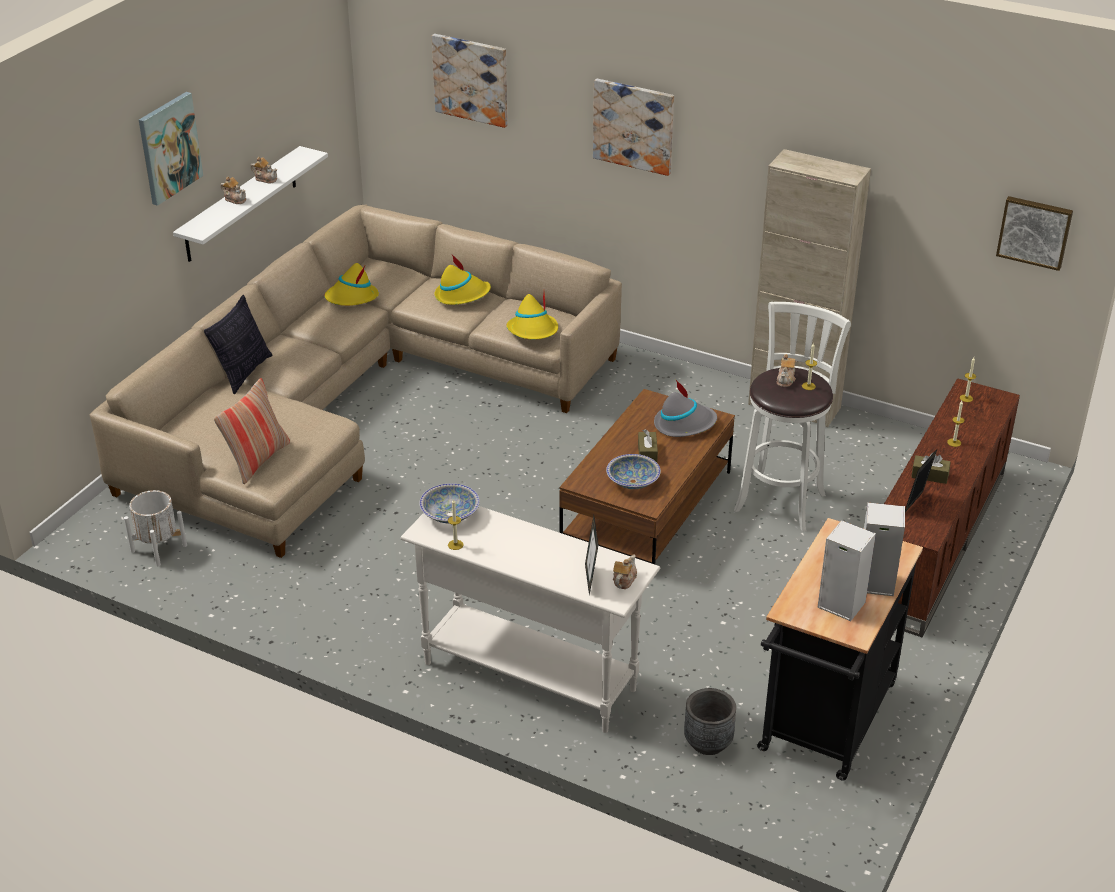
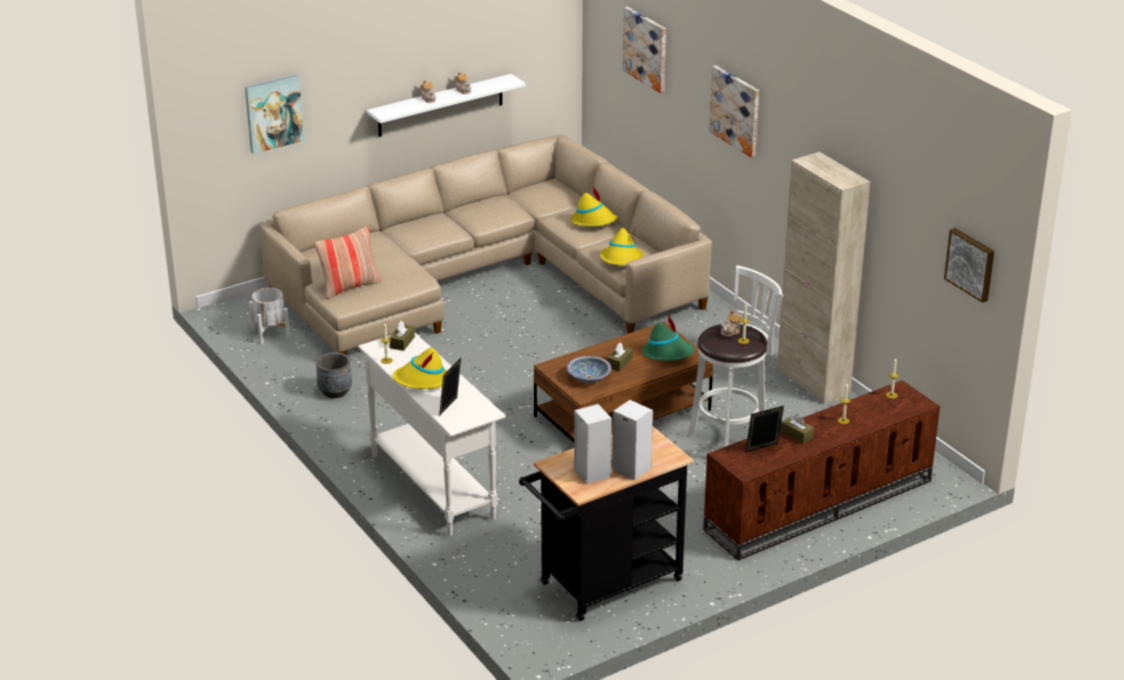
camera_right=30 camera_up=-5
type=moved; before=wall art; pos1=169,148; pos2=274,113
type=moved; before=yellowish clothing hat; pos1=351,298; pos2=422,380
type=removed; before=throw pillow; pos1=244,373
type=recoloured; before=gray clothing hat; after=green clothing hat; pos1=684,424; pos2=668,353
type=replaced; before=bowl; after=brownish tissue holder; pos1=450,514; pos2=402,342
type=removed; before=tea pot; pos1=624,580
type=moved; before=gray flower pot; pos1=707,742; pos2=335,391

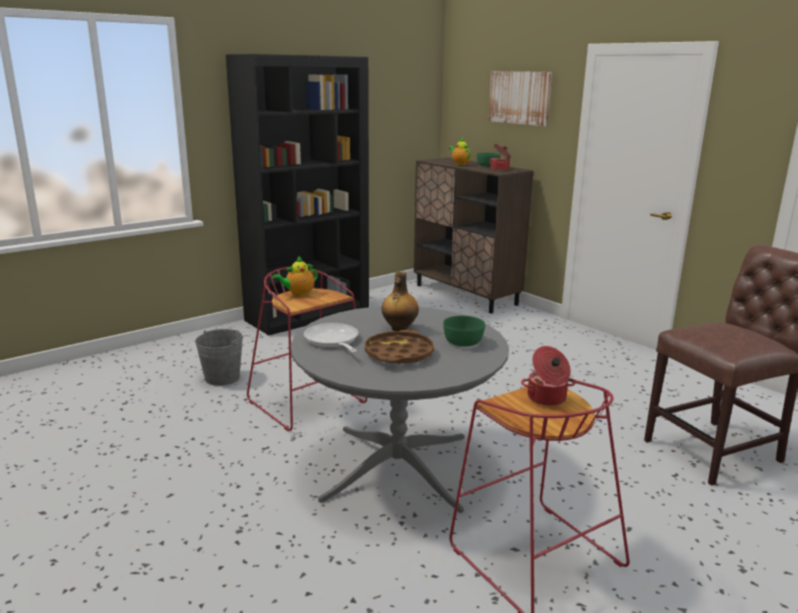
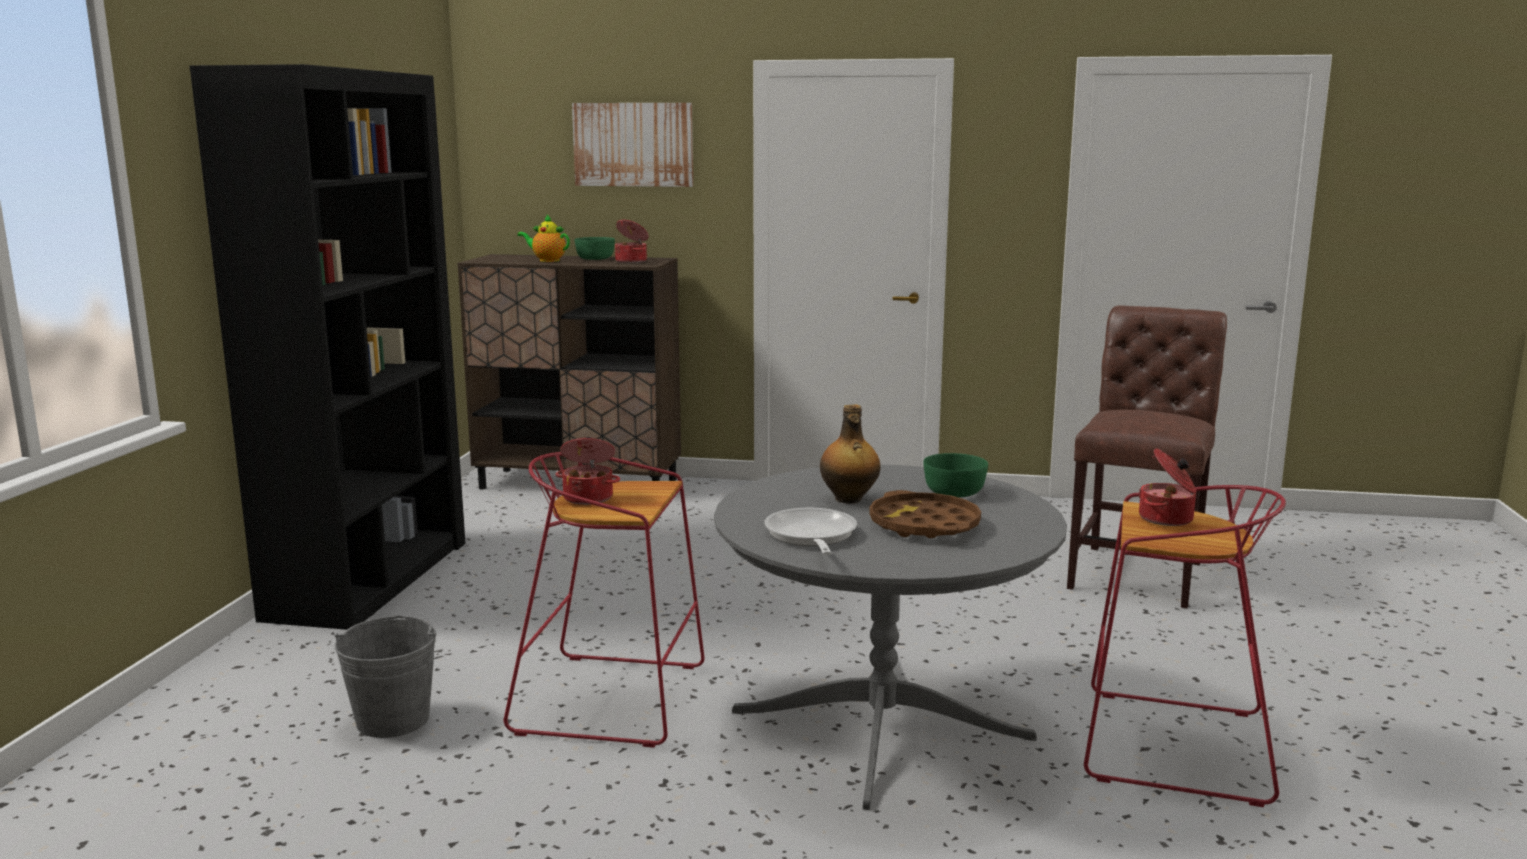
camera_right=-40 camera_up=-5
type=replaced; before=tea pot; after=stockpot; pos1=298,293; pos2=589,497
type=turned; before=skillet; pos1=332,341; pos2=810,537; turn=60

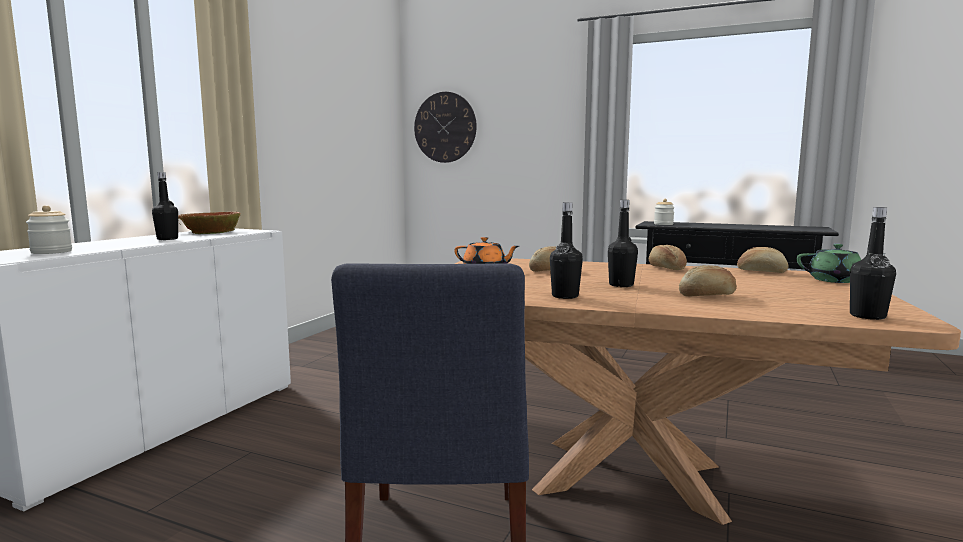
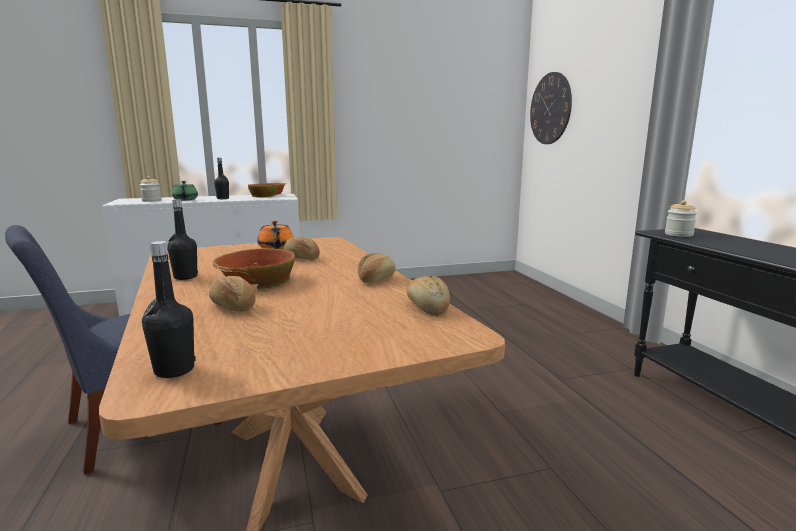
camera_right=50 camera_up=5
type=replaced; before=blackish beverage bottle; after=bowl; pos1=621,285; pos2=256,281
type=moved; before=green tea pot; pos1=836,280; pos2=185,199

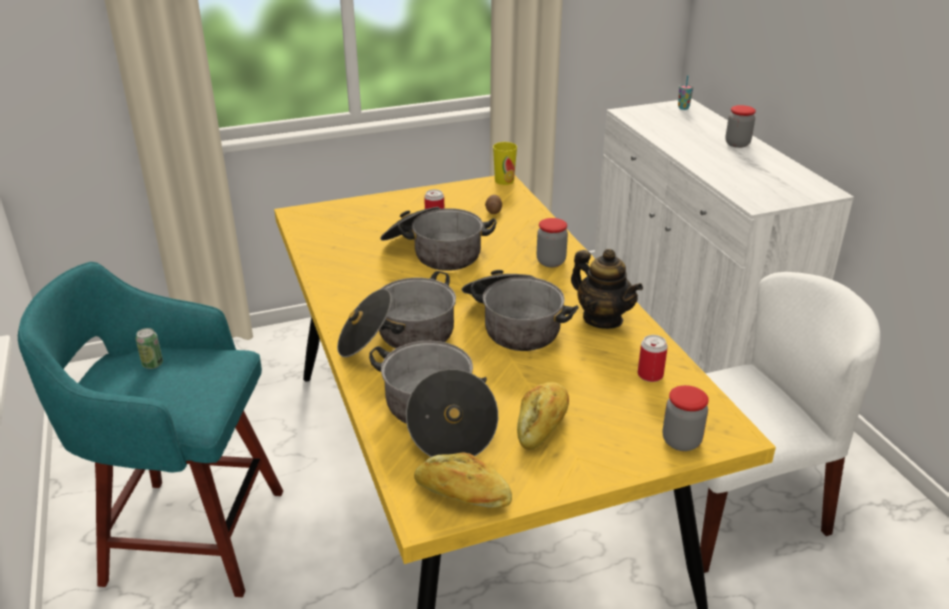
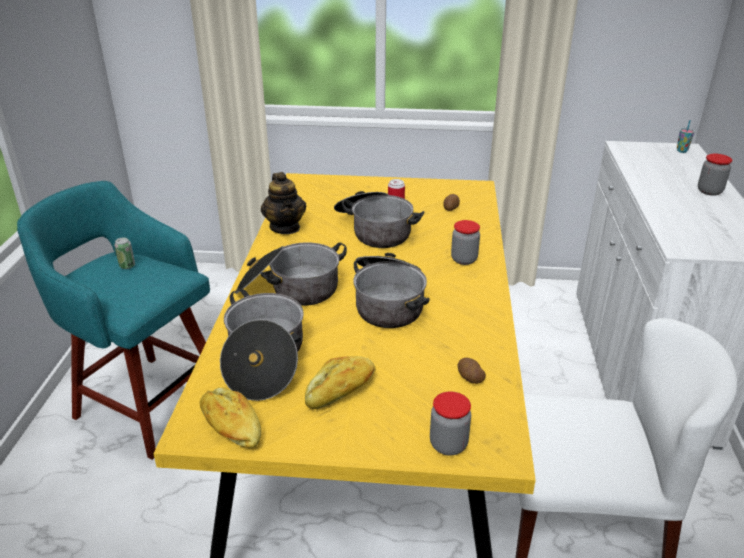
camera_right=25 camera_up=0
type=removed; before=small cup; pos1=504,180
type=moved; before=tea pot; pos1=602,319; pos2=285,227
type=replaced; before=metal can; after=spud; pos1=650,375; pos2=469,378

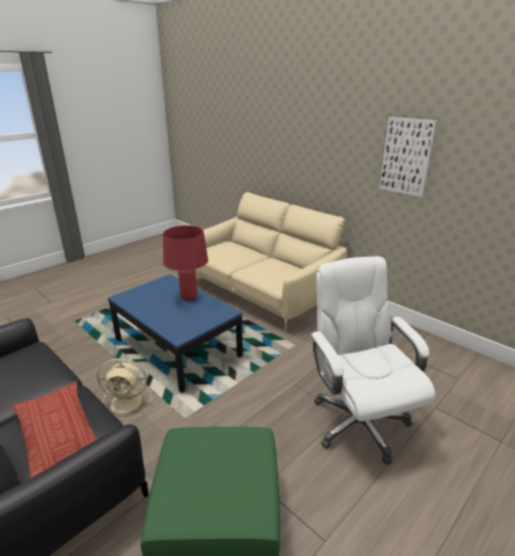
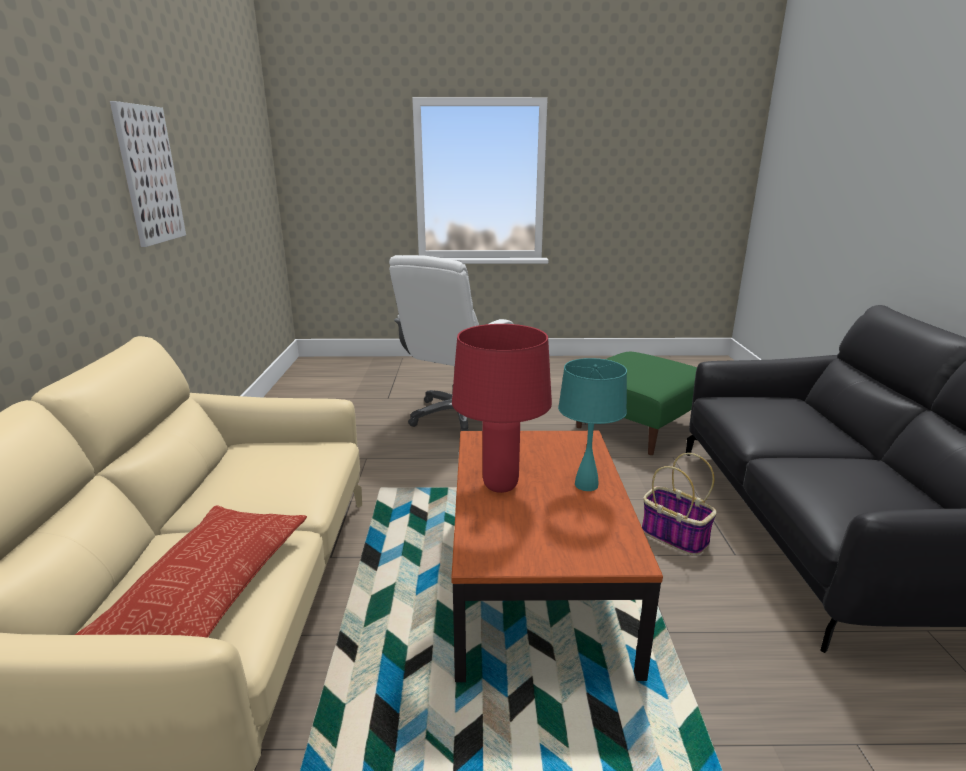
camera_right=-135 camera_up=-5
type=recoloured; before=blue low table; after=brownish low table; pos1=178,347; pos2=536,580
type=replaced; before=beige-coloured electric fan; after=storage basket; pos1=128,402; pos2=673,536
type=moved; before=throw pillow; pos1=58,434; pos2=207,586
type=added; after=turquoise-coloured tabletop lamp; pos2=587,485

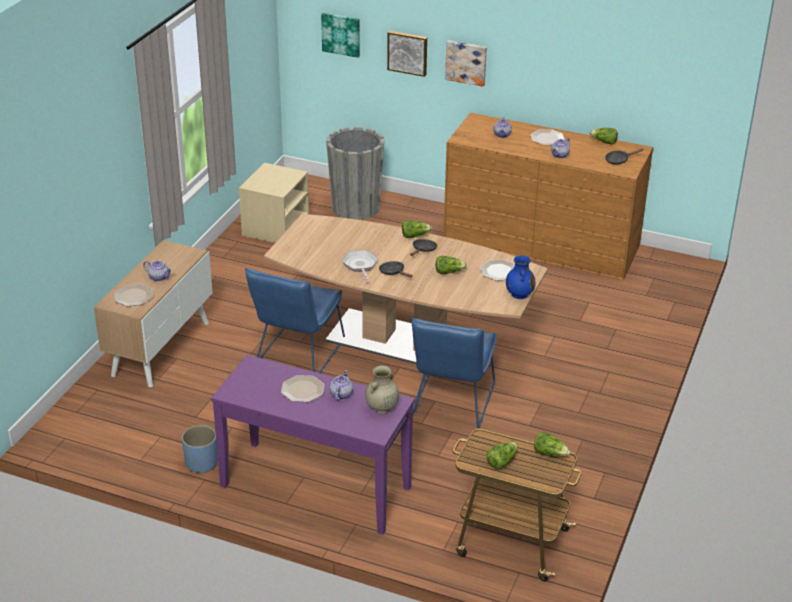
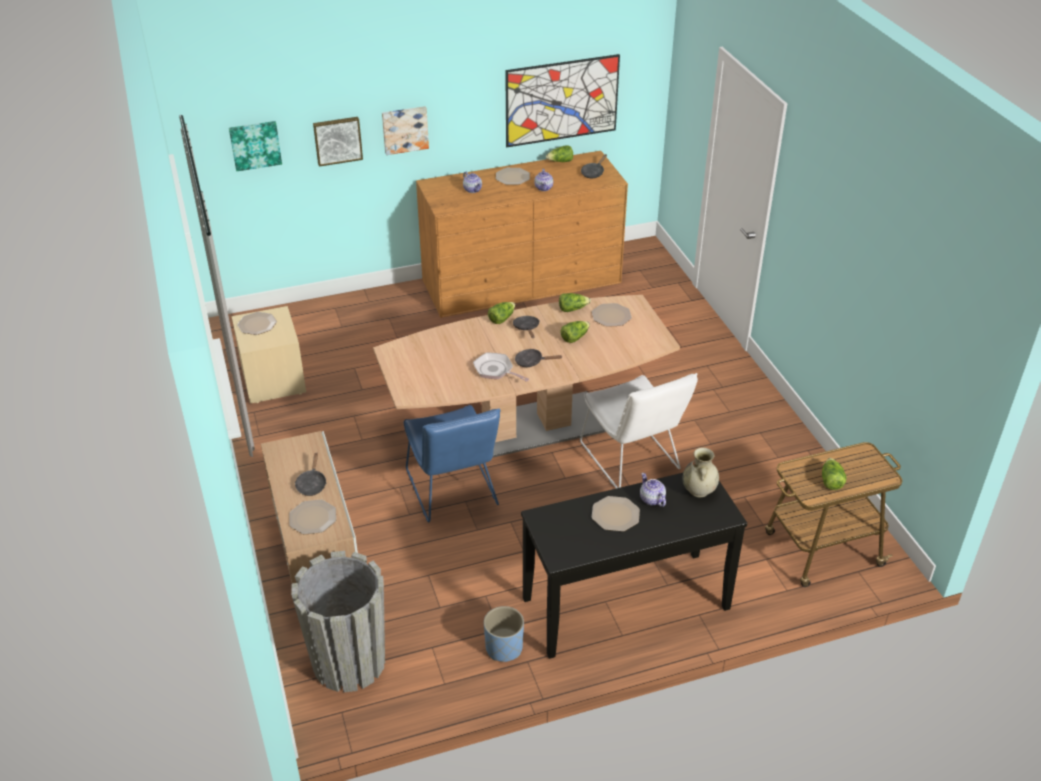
camera_right=-40 camera_up=5
type=moved; before=gray flower pot; pos1=355,208; pos2=349,662
type=removed; before=blue decorative vase; pos1=519,294
type=replaced; before=tea pot; after=blackish skillet; pos1=159,277; pos2=311,484
type=recoloured; before=blue upright chair; after=white upright chair; pos1=451,404; pos2=633,460
type=recoloured; before=purplish narrow table; after=blackish narrow table; pos1=315,487; pos2=626,604
type=moved; before=head of lettuce; pos1=550,453; pos2=572,309
type=added; after=wall art; pos2=562,100
type=added; after=dinner plate; pos2=257,324

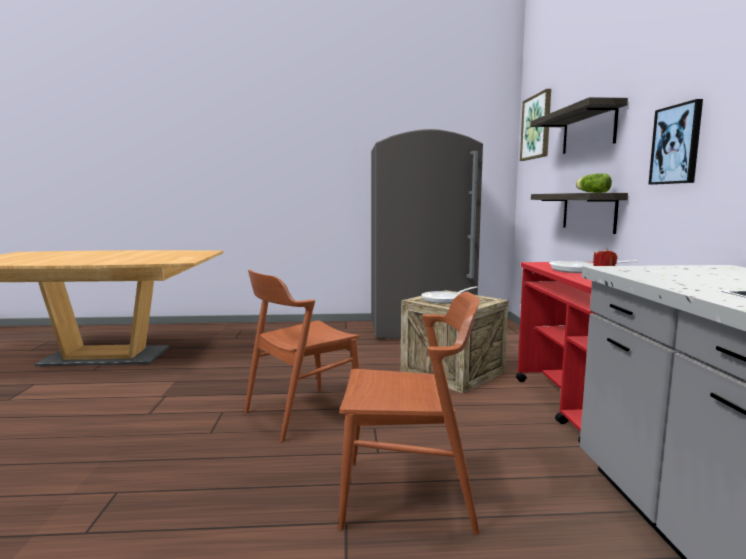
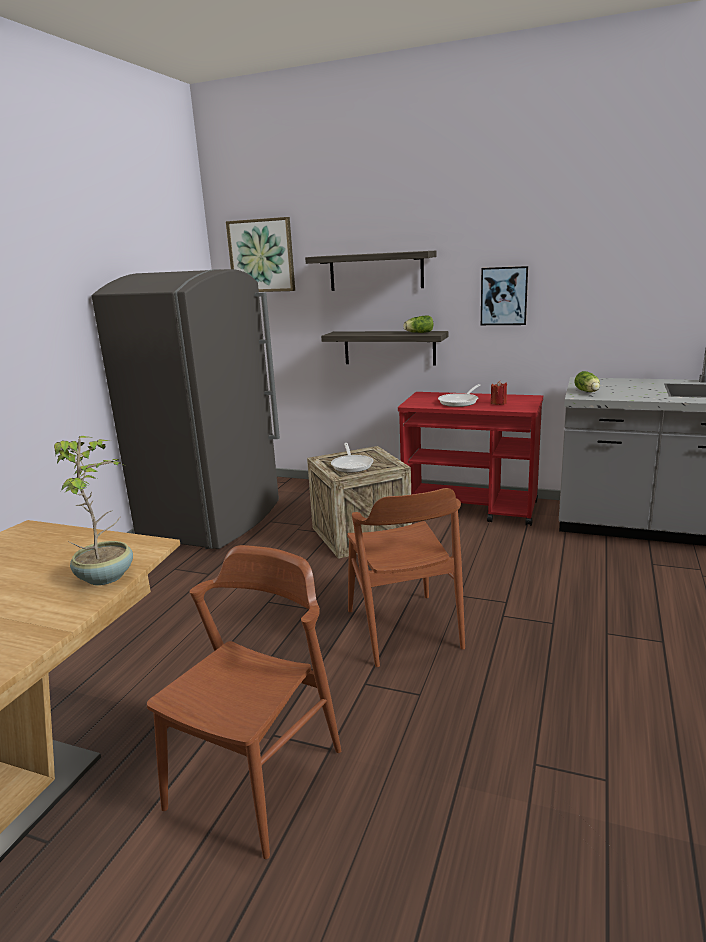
camera_right=-65 camera_up=10
type=moved; before=brownish upright chair; pos1=408,495; pos2=256,778
type=added; after=head of lettuce; pos2=587,392
type=added; after=houseplant; pos2=107,576

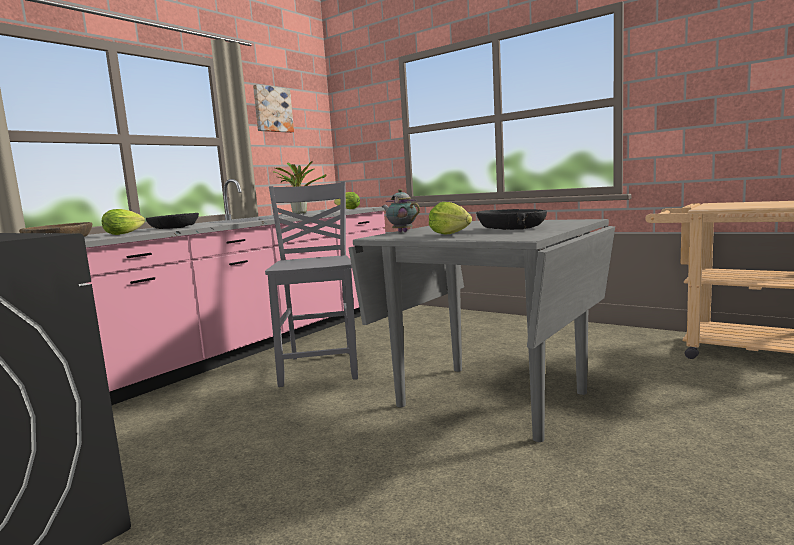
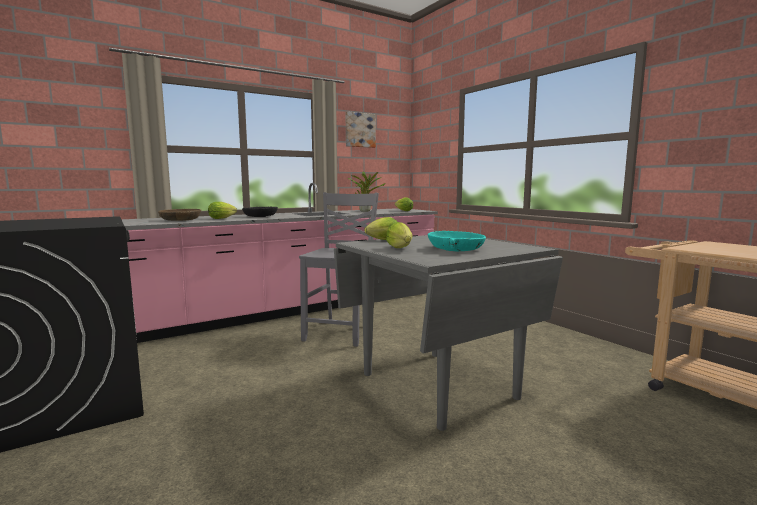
camera_right=20 camera_up=0
type=replaced; before=tea pot; after=head of lettuce; pos1=401,232; pos2=381,240
type=recoloured; before=blackish bowl; after=turquoise-coloured bowl; pos1=511,228; pos2=456,249

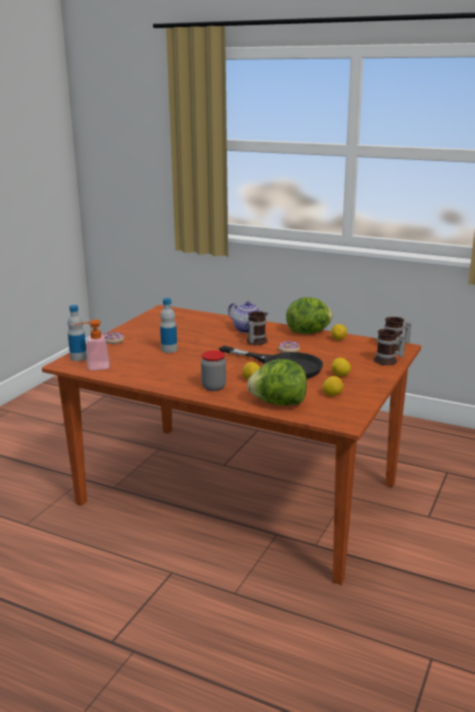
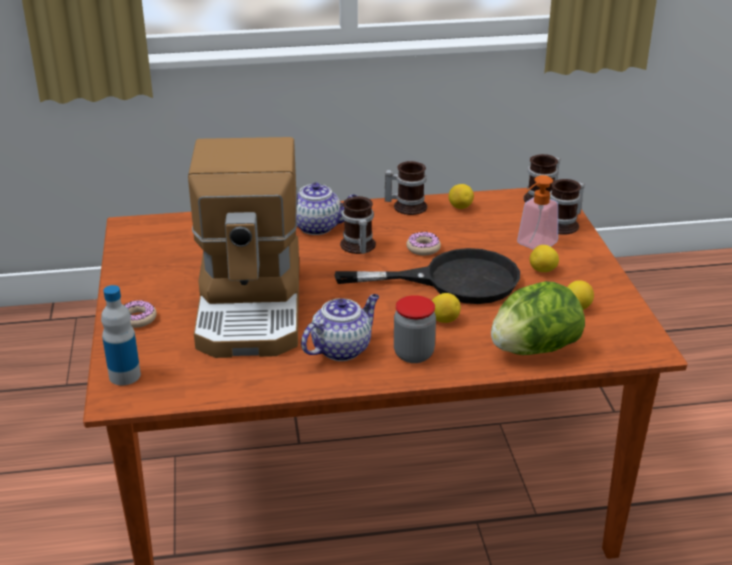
camera_right=-35 camera_up=10
type=replaced; before=head of lettuce; after=mug; pos1=309,332; pos2=407,206
type=replaced; before=beverage bottle; after=coffee maker; pos1=169,349; pos2=252,306
type=moved; before=liquid soap bottle; pos1=93,367; pos2=533,246
type=added; after=tea pot; pos2=342,348

